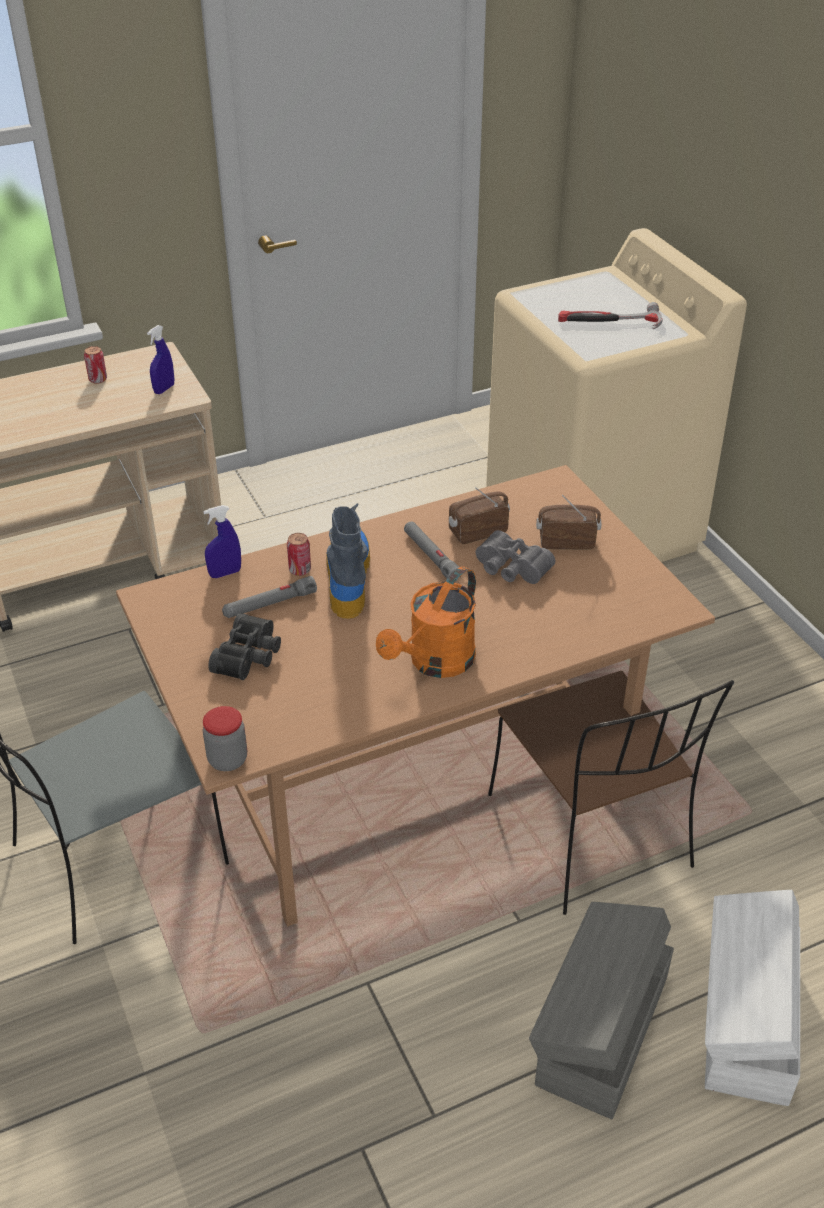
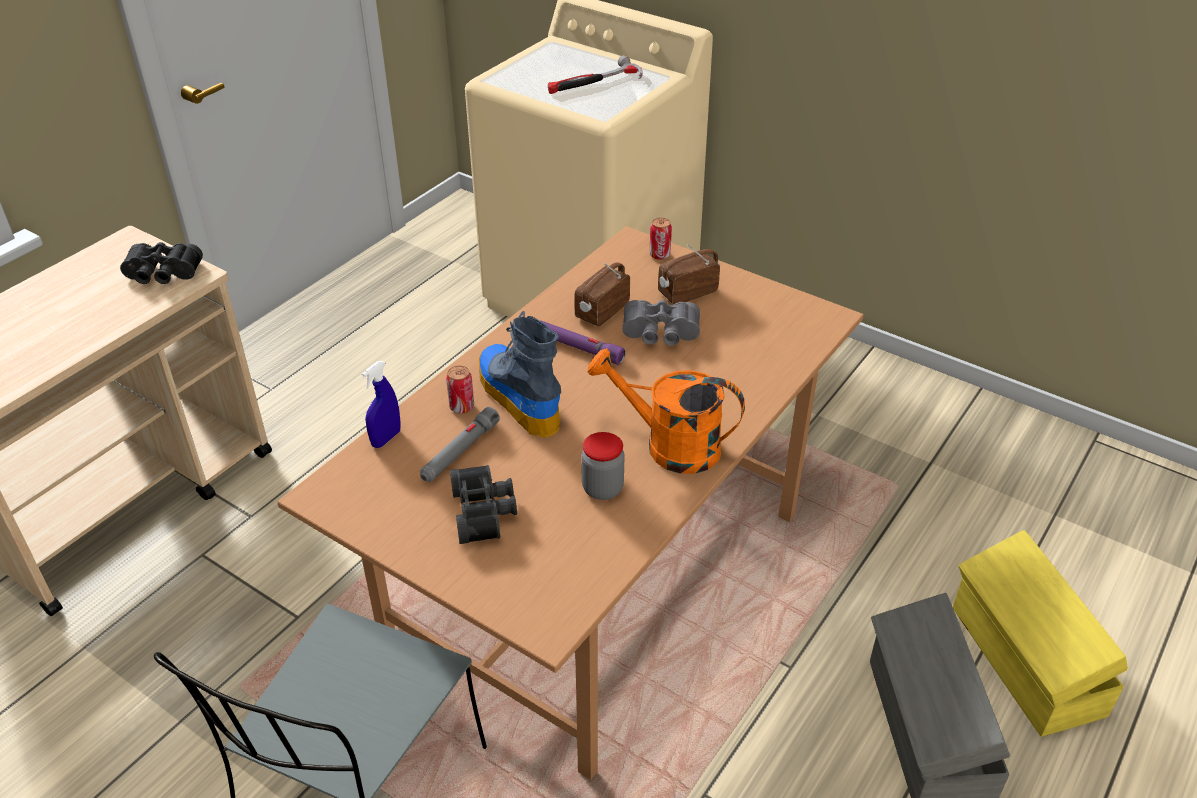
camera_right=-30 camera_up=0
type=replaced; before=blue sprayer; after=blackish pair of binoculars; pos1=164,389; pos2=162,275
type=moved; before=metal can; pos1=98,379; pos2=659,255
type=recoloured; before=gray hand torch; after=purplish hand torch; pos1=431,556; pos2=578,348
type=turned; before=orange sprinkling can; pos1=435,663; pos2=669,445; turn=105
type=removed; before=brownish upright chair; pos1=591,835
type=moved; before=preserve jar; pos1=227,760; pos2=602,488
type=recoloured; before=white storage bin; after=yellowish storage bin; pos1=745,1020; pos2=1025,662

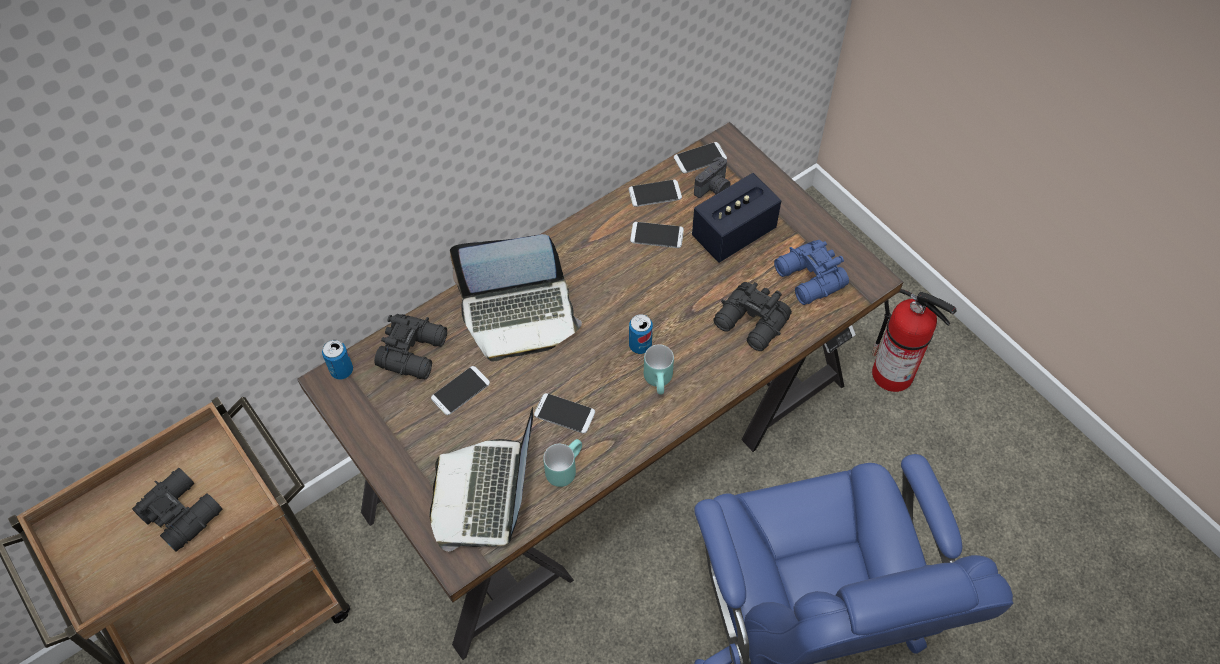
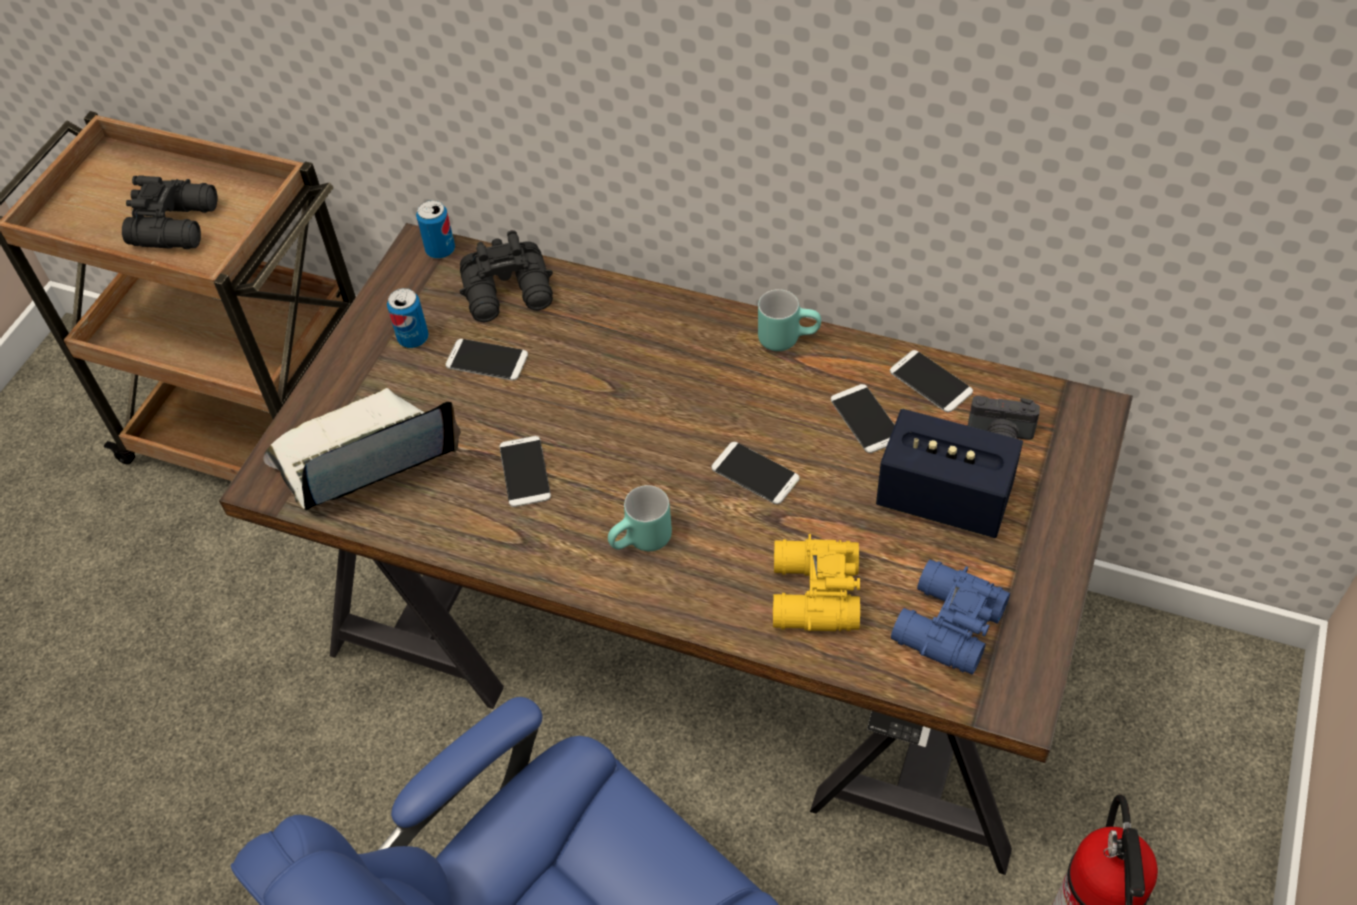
camera_right=60 camera_up=-5
type=moved; before=telephone; pos1=700,158; pos2=755,473
type=removed; before=notebook computer; pos1=519,315
type=recoloured; before=blackish pair of binoculars; after=yellowish pair of binoculars; pos1=751,324; pos2=812,596
type=moved; before=metal can; pos1=640,345; pos2=413,338
type=moved; before=turquoise-coloured mug; pos1=563,467; pos2=788,337

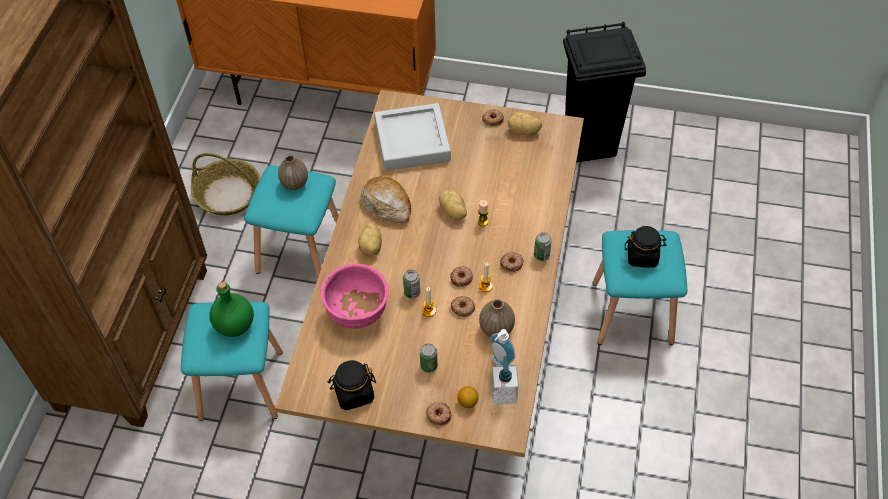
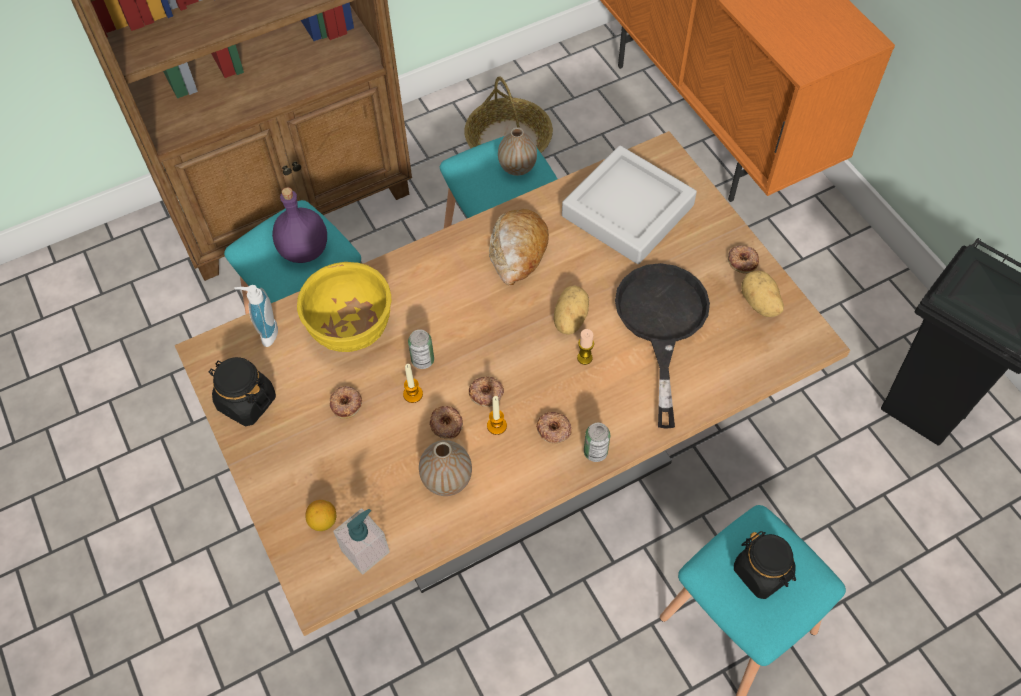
camera_right=50 camera_up=5
type=removed; before=spud; pos1=371,246
type=recoloured; before=pink-coloured bowl; after=yellowish bowl; pos1=357,313; pos2=351,330
type=recoloured; before=green beverage bottle; after=purplish beverage bottle; pos1=235,326; pos2=304,251
type=moved; before=liquid soap bottle; pos1=499,365; pos2=265,333
type=removed; before=metal can; pos1=429,366
type=moved; before=donut; pos1=438,415; pos2=346,403
type=added; after=blackish skillet; pos2=661,324

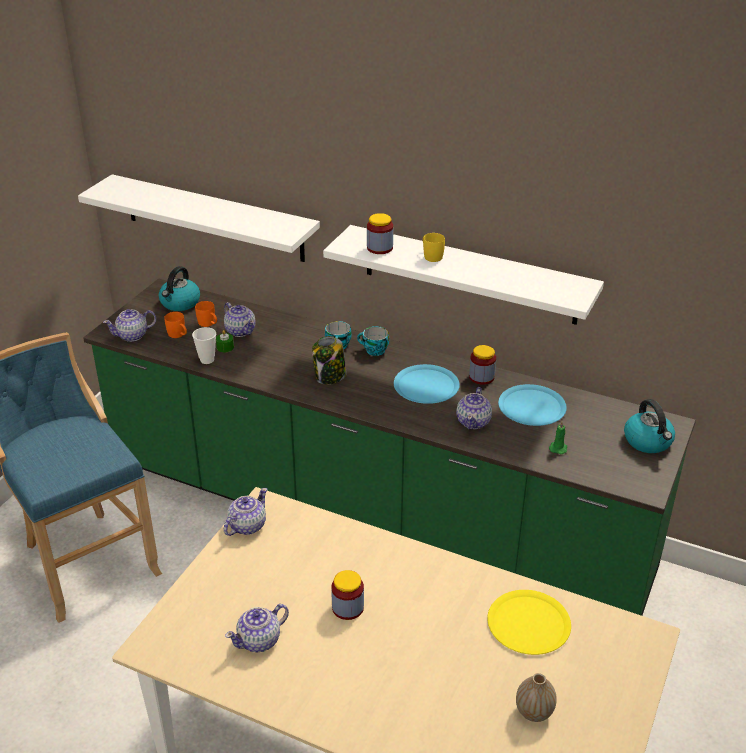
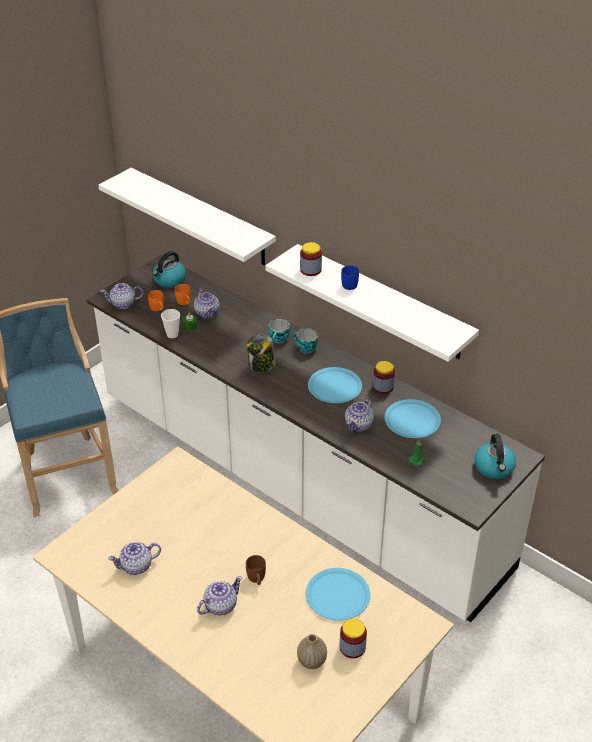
camera_right=15 camera_up=5
type=recoloured; before=yellowish mug; after=blue mug; pos1=431,256; pos2=348,283
type=recoloured; before=green kitchen counter; after=white kitchen counter; pos1=372,519; pos2=295,481
type=moved; before=tea pot; pos1=246,526; pos2=220,606
type=moved; before=preserve jar; pos1=347,608; pos2=352,647
type=recoloured; before=yellowish dinner plate; after=blue dinner plate; pos1=528,623; pos2=338,595
type=added; after=brownish mug; pos2=256,579

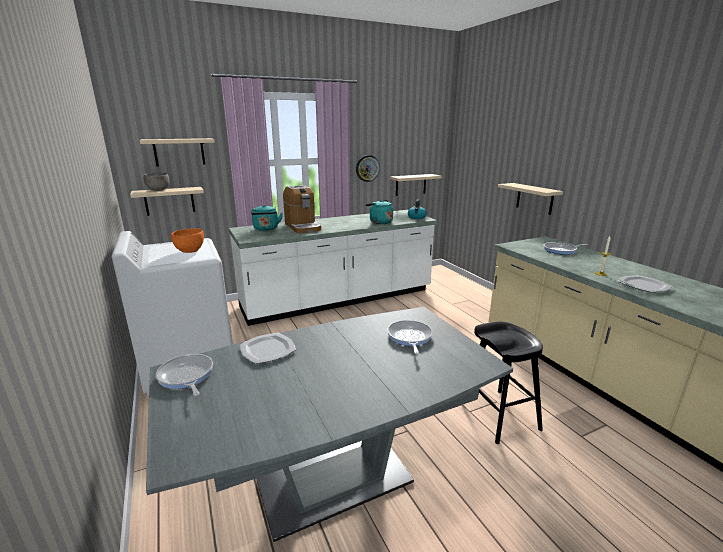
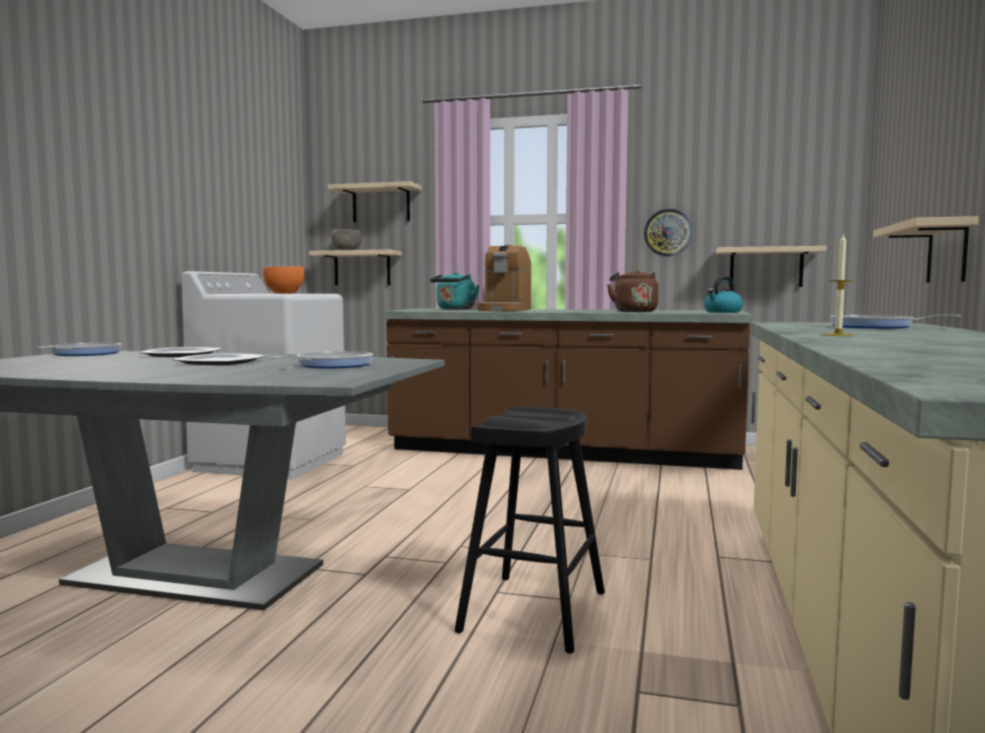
camera_right=40 camera_up=-15
type=recoloured; before=turquoise-coloured water kettle; after=brownish water kettle; pos1=379,222; pos2=633,311
type=recoloured; before=white kitchen counter; after=brownish kitchen counter; pos1=338,299; pos2=562,452
type=moved; before=dinner plate; pos1=643,285; pos2=220,362

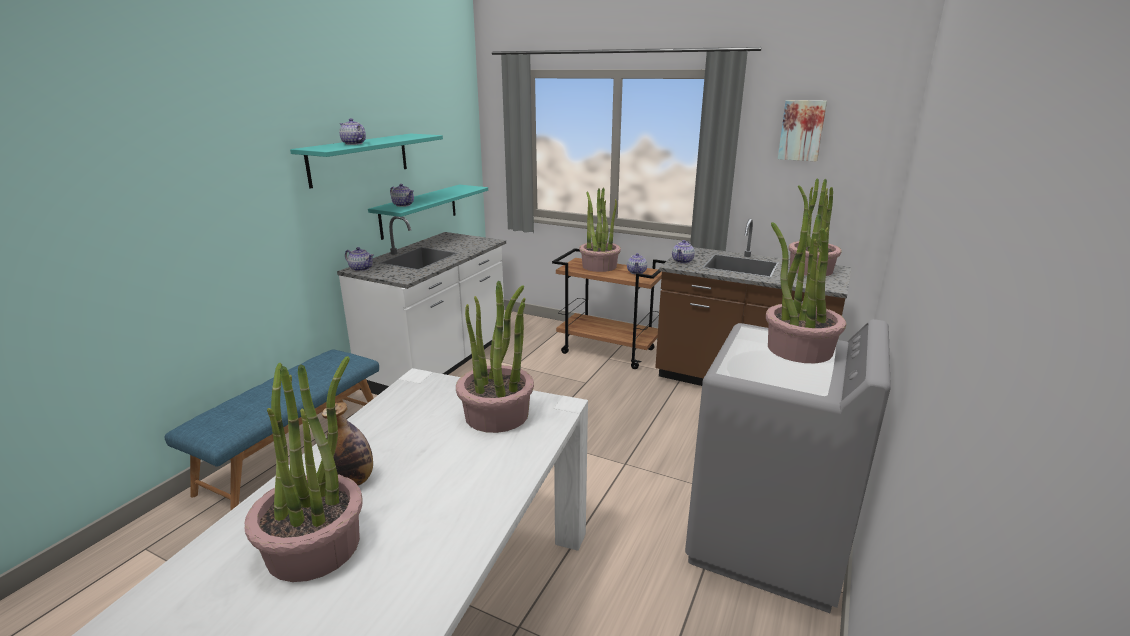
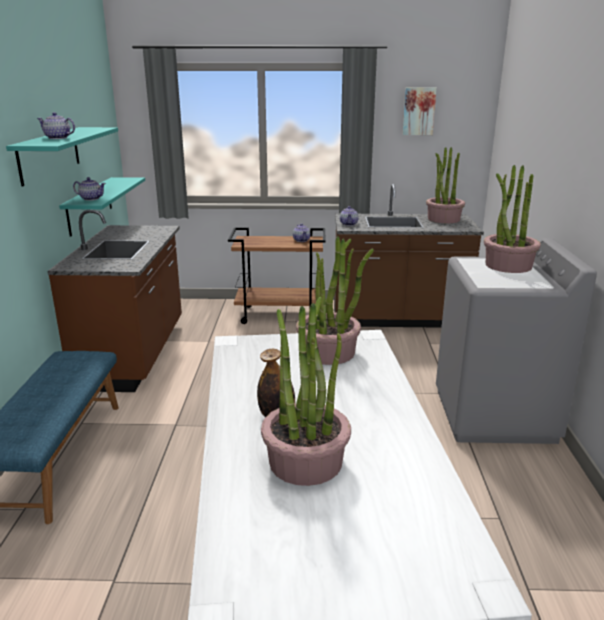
camera_right=-25 camera_up=0
type=removed; before=houseplant; pos1=599,266
type=recoloured; before=white kitchen counter; after=brownish kitchen counter; pos1=439,364; pos2=135,354
type=removed; before=tea pot; pos1=361,269

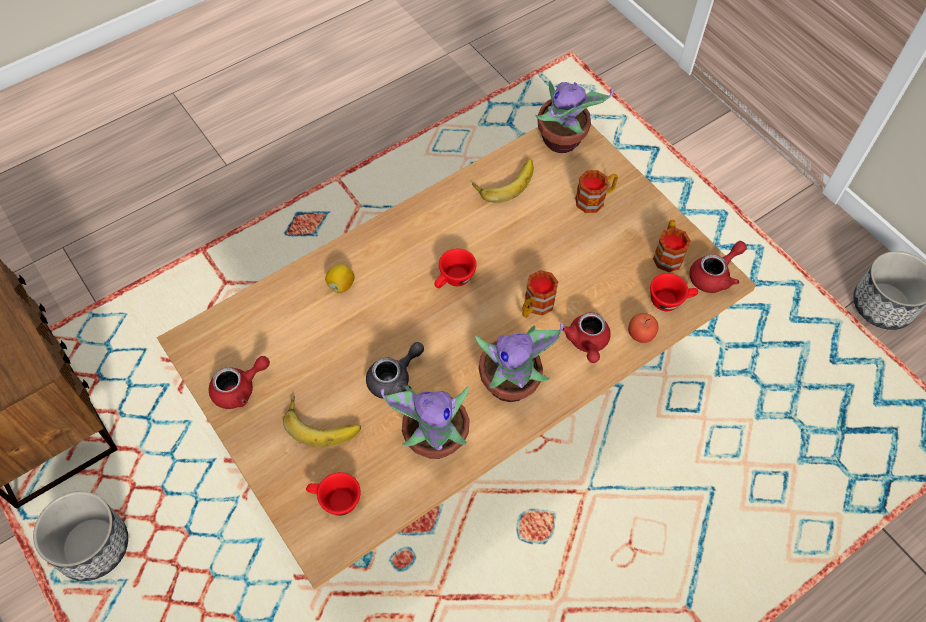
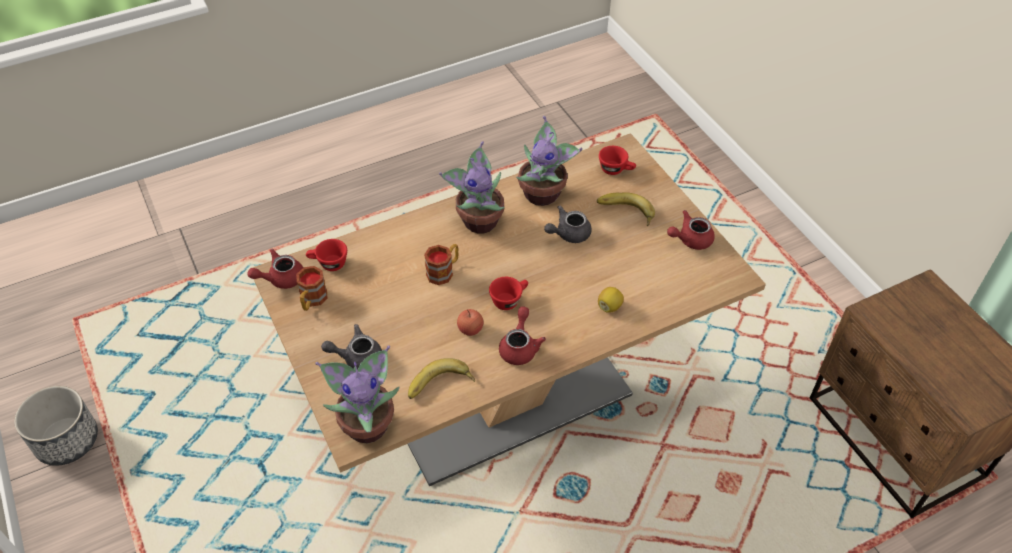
camera_right=-170 camera_up=-10
type=replaced; before=mug; after=gray tea pot; pos1=595,199; pos2=357,357
type=moved; before=red-coloured tea pot; pos1=587,343; pos2=520,347
type=moved; before=whole apple; pos1=640,334; pos2=470,329
type=removed; before=flower pot; pos1=93,545

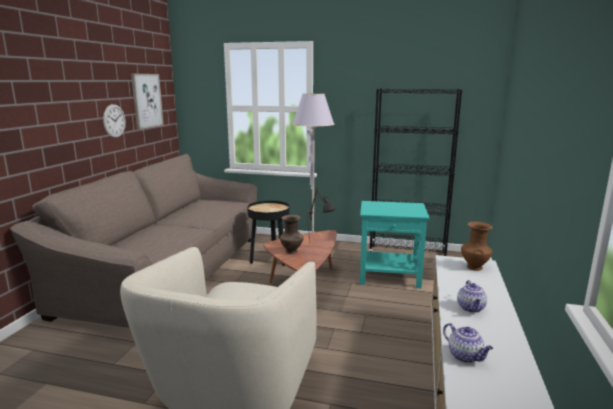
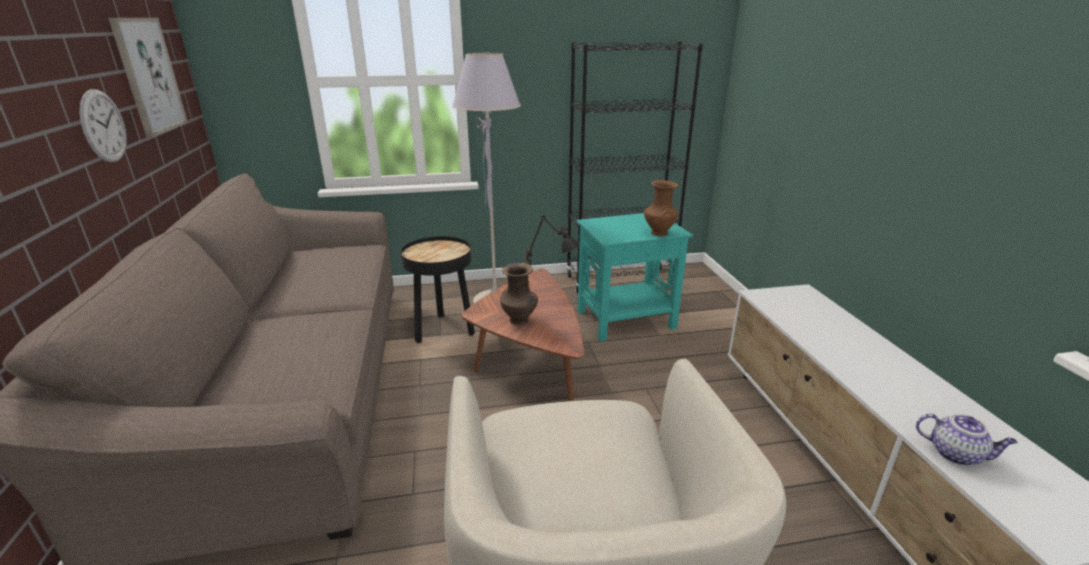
camera_right=-25 camera_up=10
type=moved; before=brownish decorative vase; pos1=474,267; pos2=658,233
type=removed; before=tea pot; pos1=471,308

